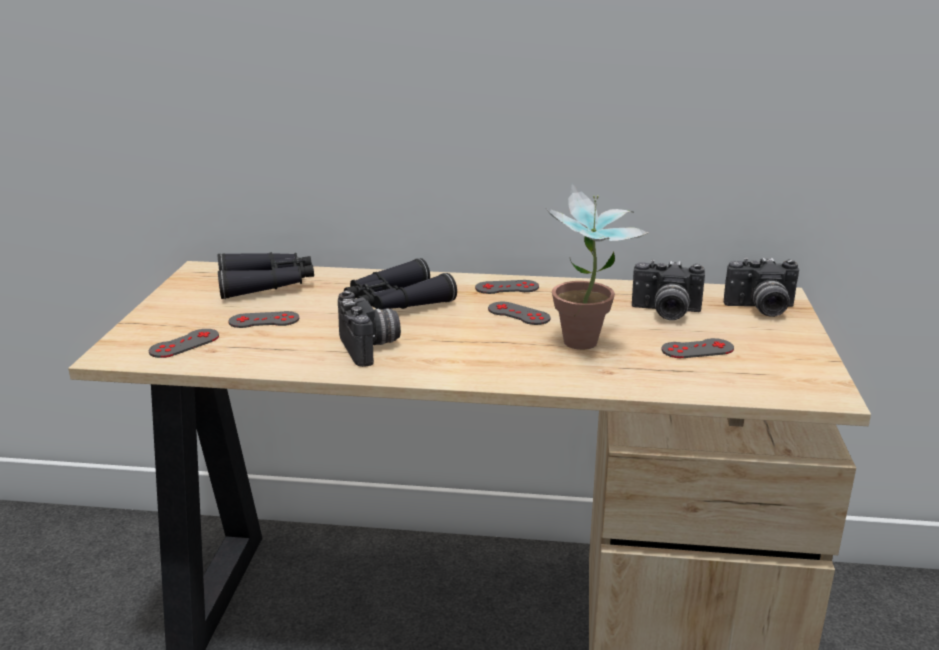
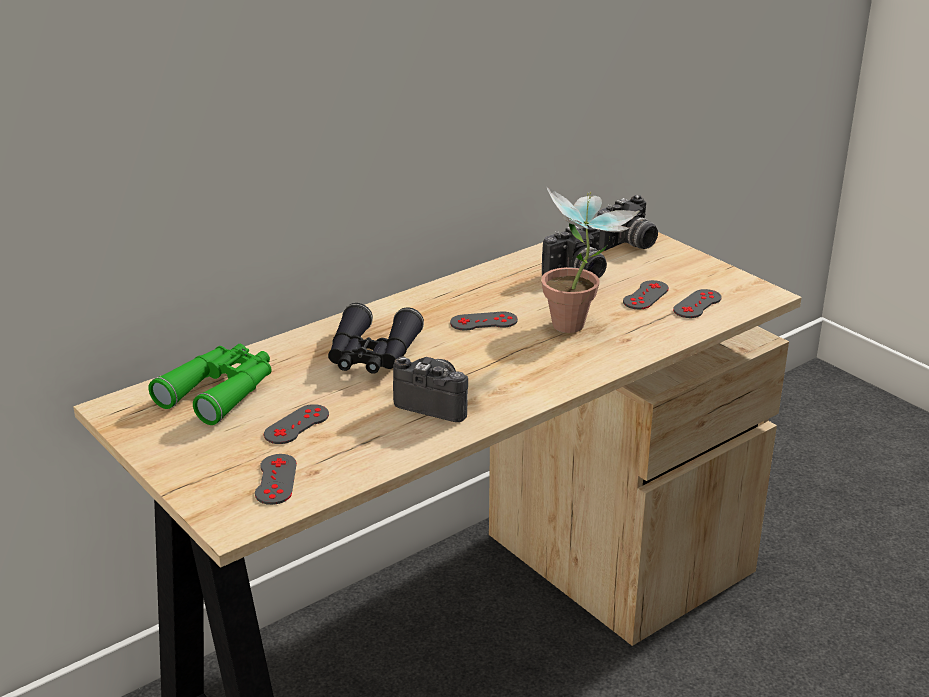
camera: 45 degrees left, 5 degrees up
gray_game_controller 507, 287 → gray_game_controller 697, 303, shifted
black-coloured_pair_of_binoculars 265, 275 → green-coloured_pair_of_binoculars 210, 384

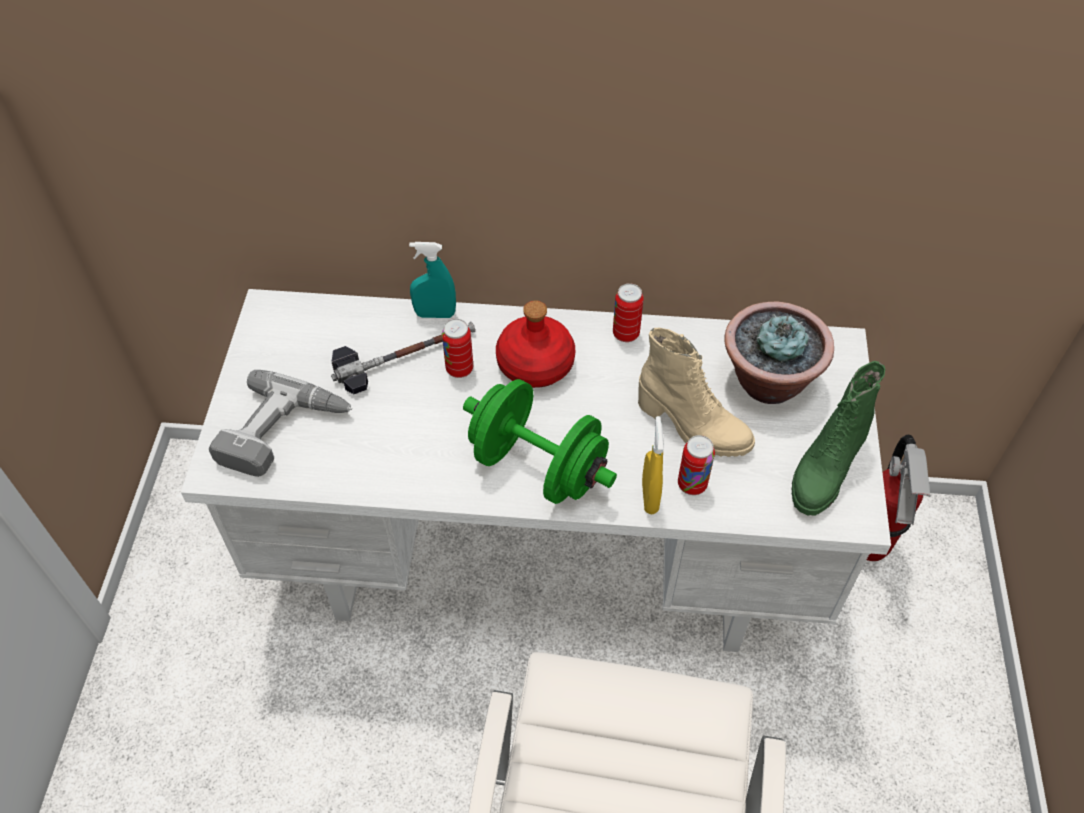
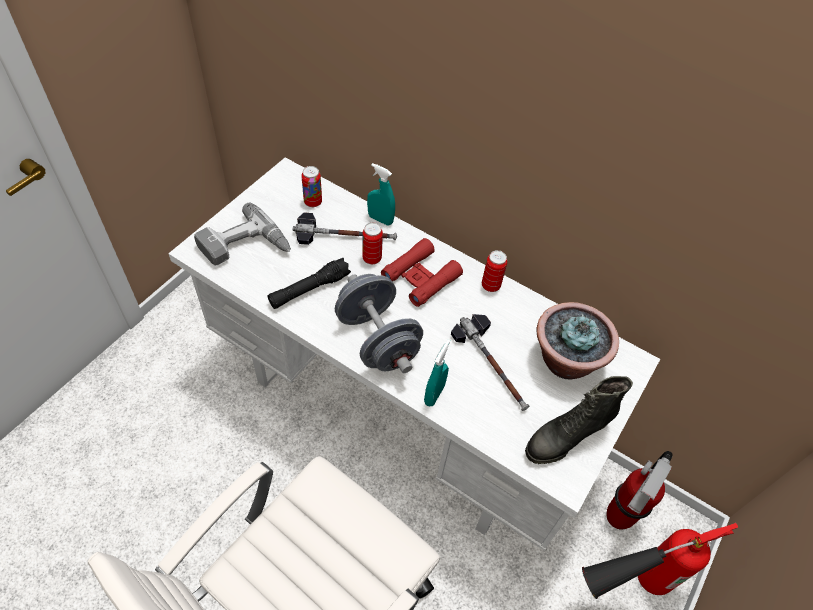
camera: 25 degrees right, 0 degrees up
- → black-coloured_flashlight 309, 283
- → extinguisher 660, 561
sealed_can 696, 465 → sealed_can 311, 186, shifted
red_bottle 535, 344 → red_pair_of_binoculars 422, 272
beige-coloured_high-top_boot 696, 392 → tool_hammer 490, 362
green-coloured_free_weight 540, 441 → gray_free_weight 379, 323
yellow_spray_bottle 653, 465 → turquoise_spray_bottle 437, 372
green-coloured_high-top_boot 838, 438 → black-coloured_high-top_boot 579, 420

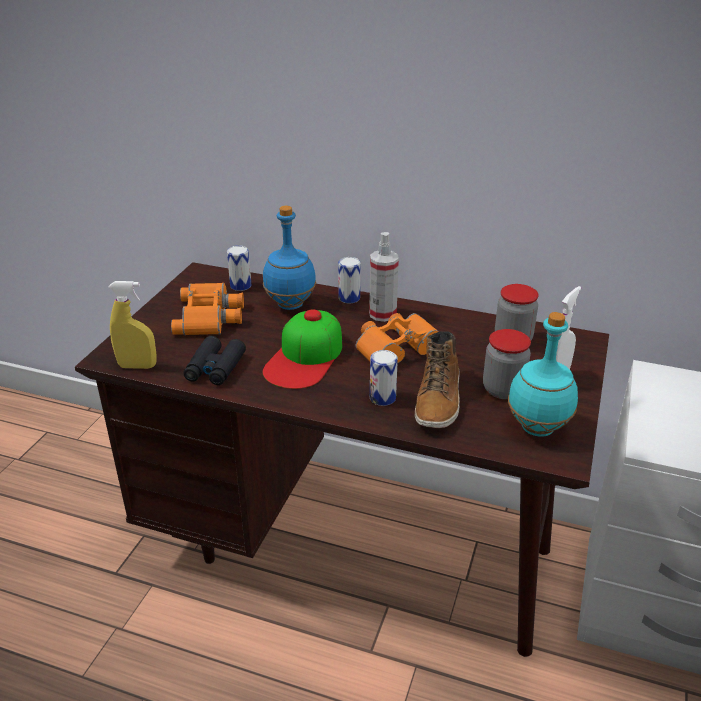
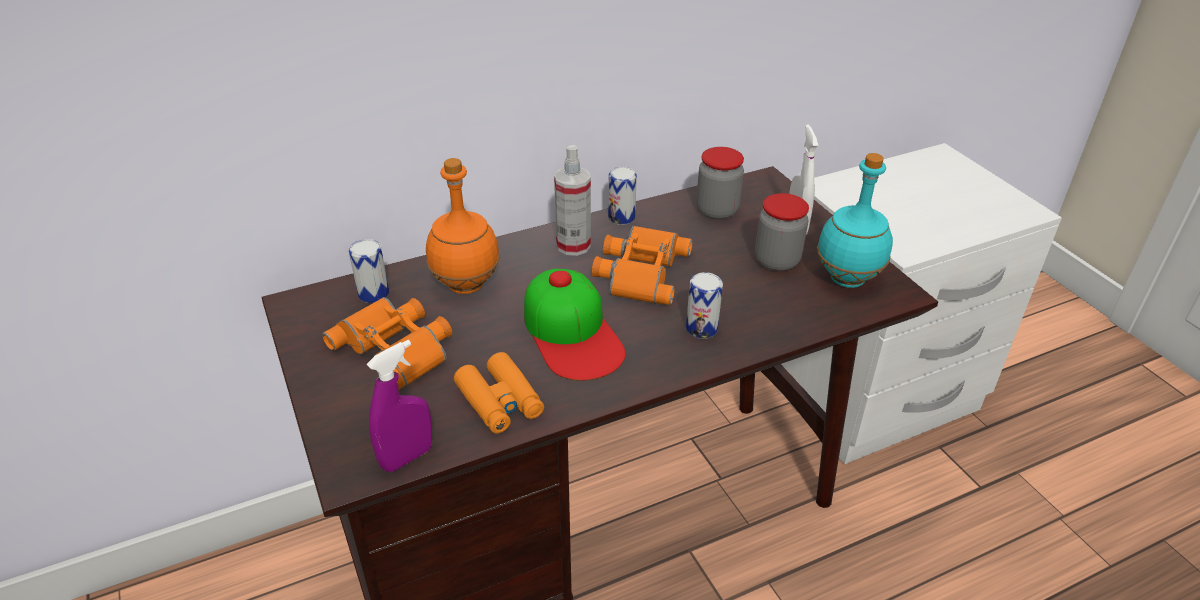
camera: 45 degrees left, 5 degrees up
high-top_boot 437, 379 → -
sealed_can 349, 280 → sealed_can 622, 196, shifted
yellow_spray_bottle 132, 325 → purple-coloured_spray_bottle 399, 406
black-coloured_pair_of_binoculars 214, 360 → orangey_pair_of_binoculars 499, 393
blue-coloured_bottle 289, 258 → orangey_bottle 463, 226

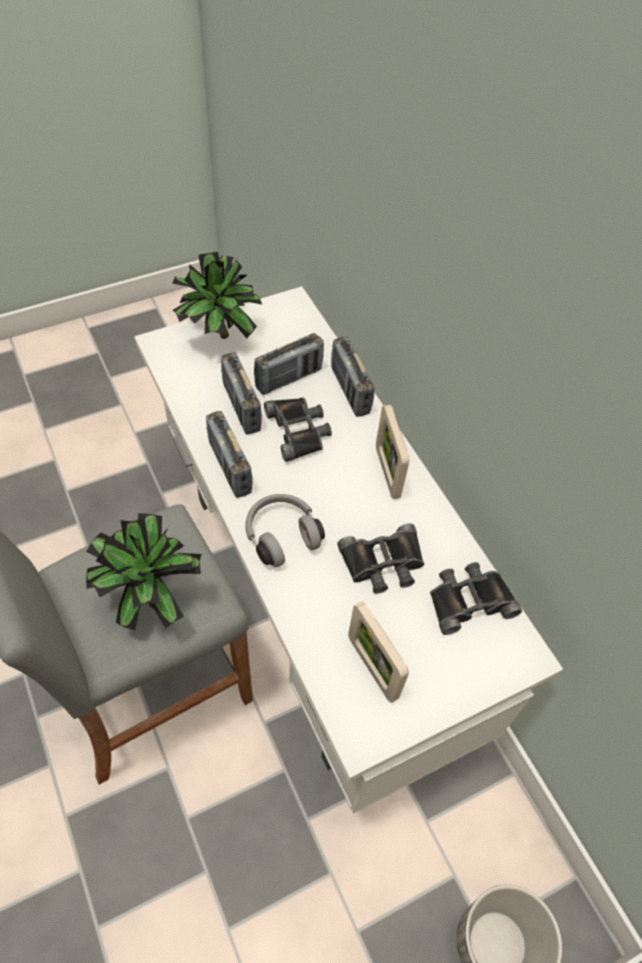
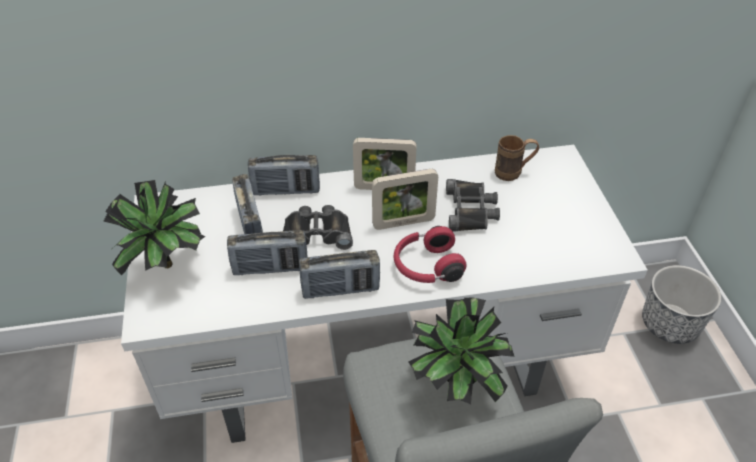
camera: 70 degrees left, 10 degrees down
photo_frame 378, 652 → photo_frame 405, 199, shifted
black-coloured_pair_of_binoculars 476, 598 → brown_mug 517, 158
gray_pair_of_headphones 285, 530 → red_pair_of_headphones 430, 254

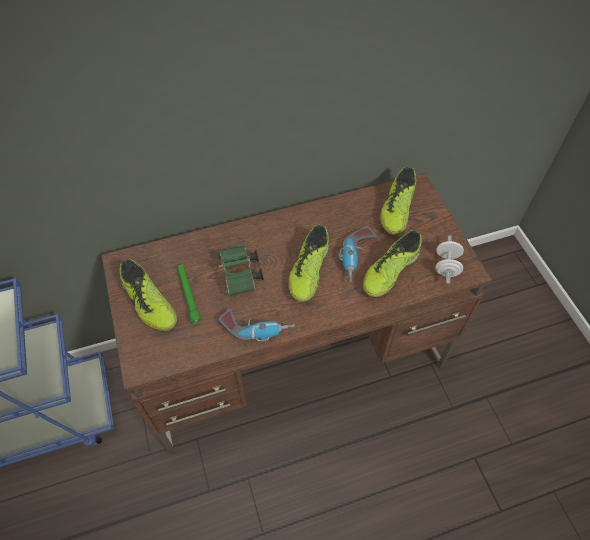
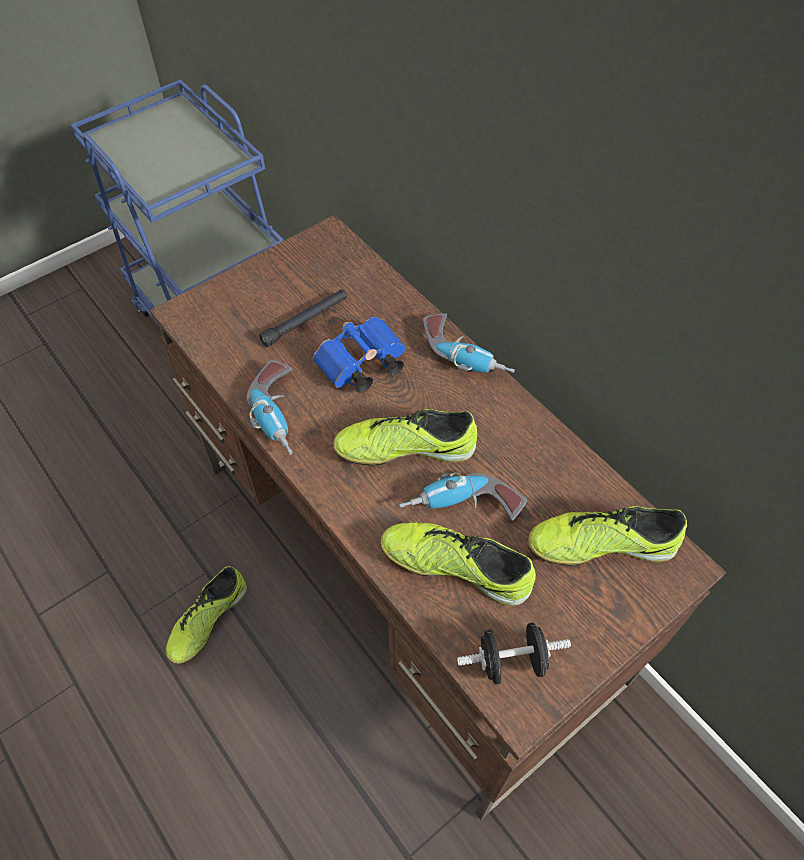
camera: 70 degrees right, 0 degrees up
- → power_drill 469, 343
shoe 148, 295 → shoe 206, 615, shifted
green-coloured_flashlight 189, 294 → black-coloured_flashlight 303, 318
green-coloured_pair_of_binoculars 241, 271 → blue-coloured_pair_of_binoculars 359, 355
white-coloured_free_weight 449, 259 → black-coloured_free_weight 514, 653

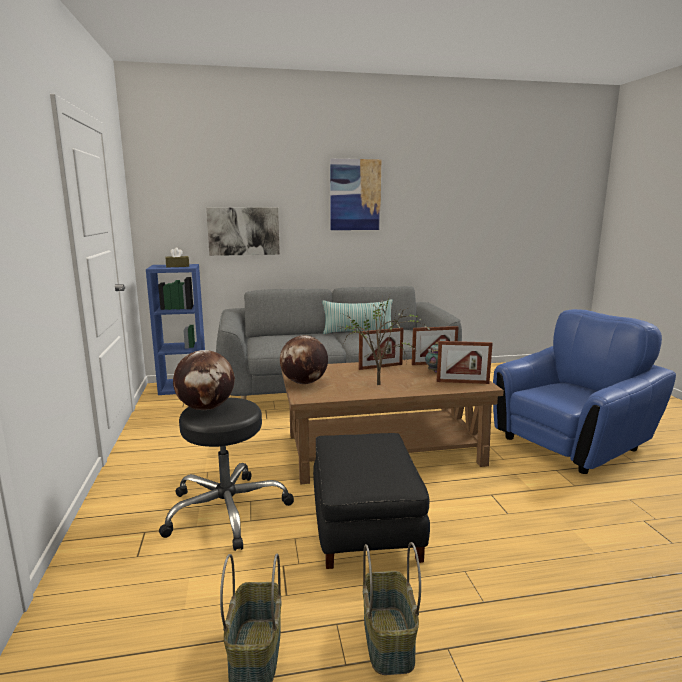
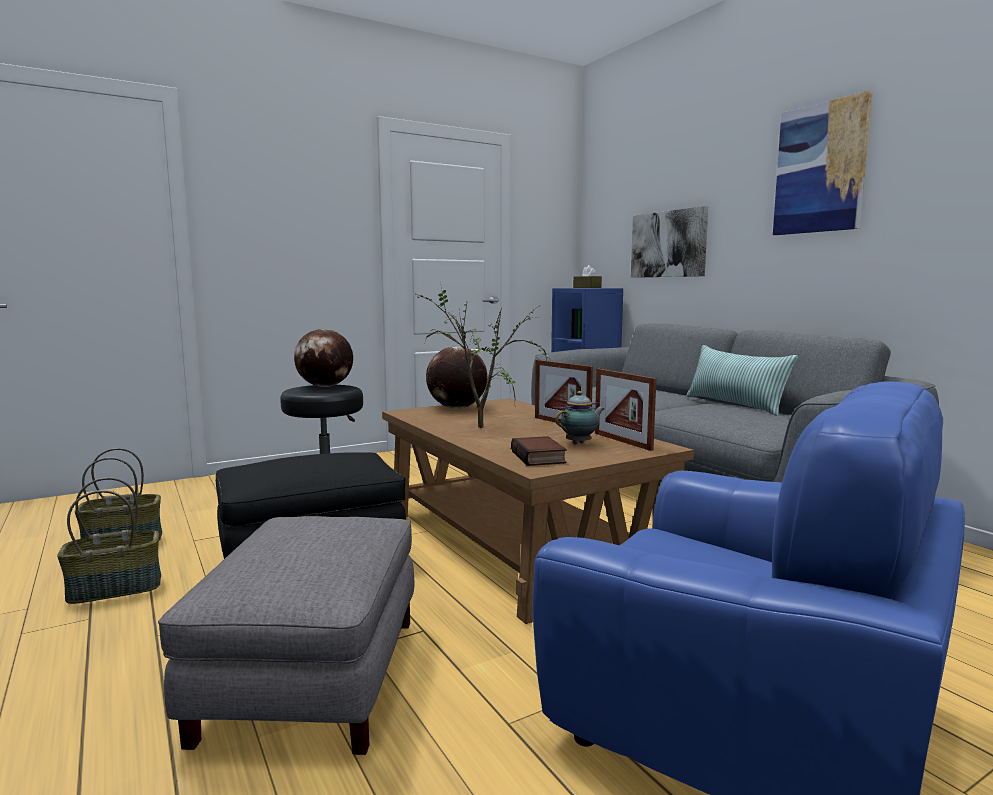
camera: 70 degrees right, 5 degrees down
- → gray_ottoman 286, 635
photo_frame 465, 362 → volume 539, 451

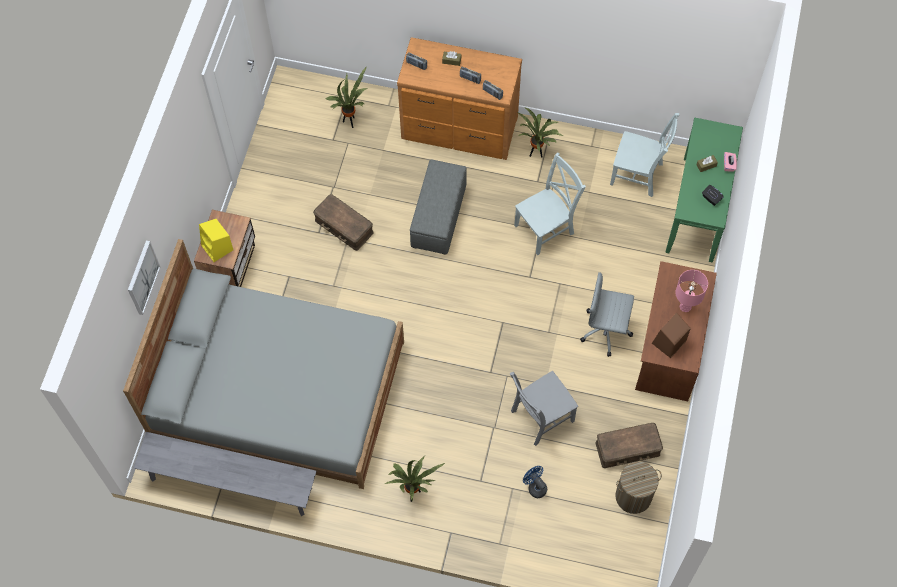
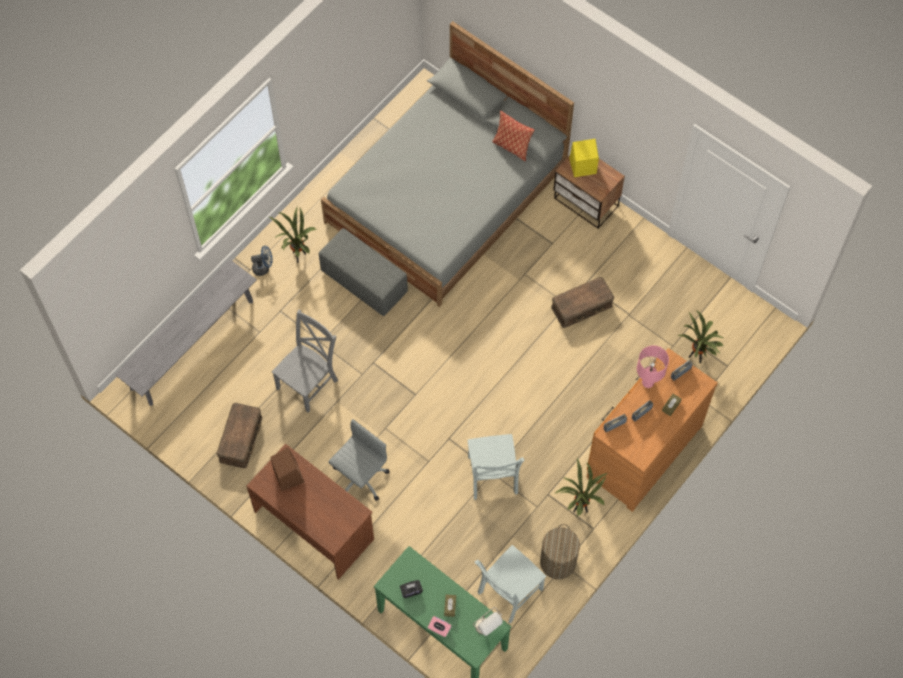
camera: 115 degrees right, 0 degrees up
wall_picture 144, 277 → -
- → gray_table_lamp 488, 621
- → cushion 513, 136
gray_bench 225, 474 → gray_bench 186, 332, shifted
gray_ottoman 438, 207 → gray_ottoman 363, 272, shifted
blue-coloured_electric_fan 535, 482 → blue-coloured_electric_fan 262, 261, shifted
washing_basket 638, 487 → washing_basket 560, 551, shifted
pink-coloured_table_lamp 691, 291 → pink-coloured_table_lamp 653, 366, shifted
gray_upright_chair 544, 408 → gray_upright_chair 305, 361, 45 degrees clockwise

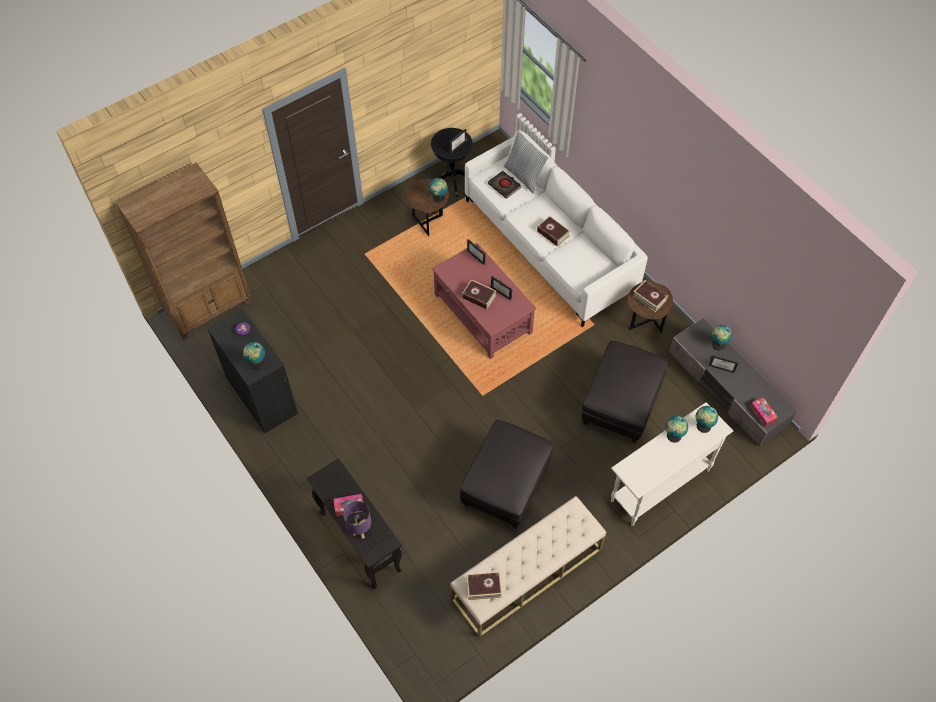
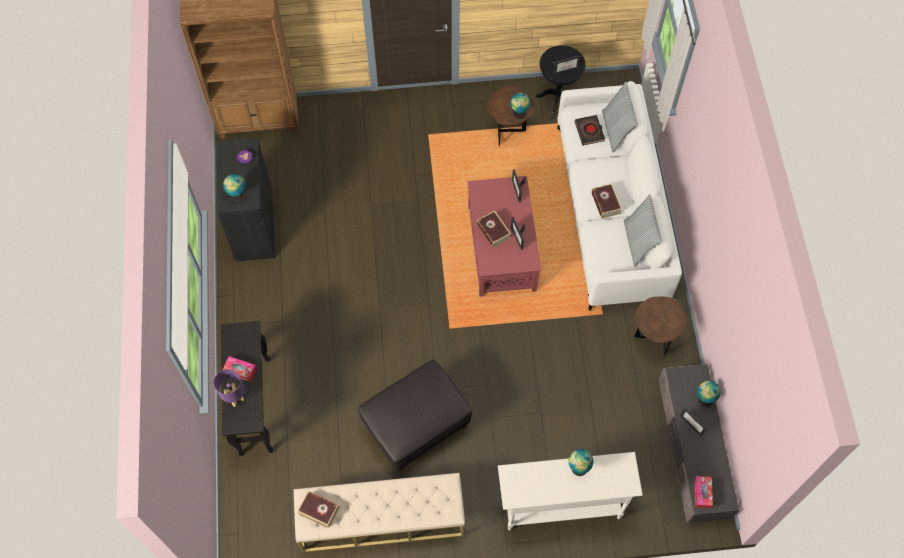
camera: 30 degrees right, 5 degrees up
black-coloured_ottoman 625, 392 → -
volume 650, 296 → -
desk_globe 707, 419 → -
- → cushion 643, 230

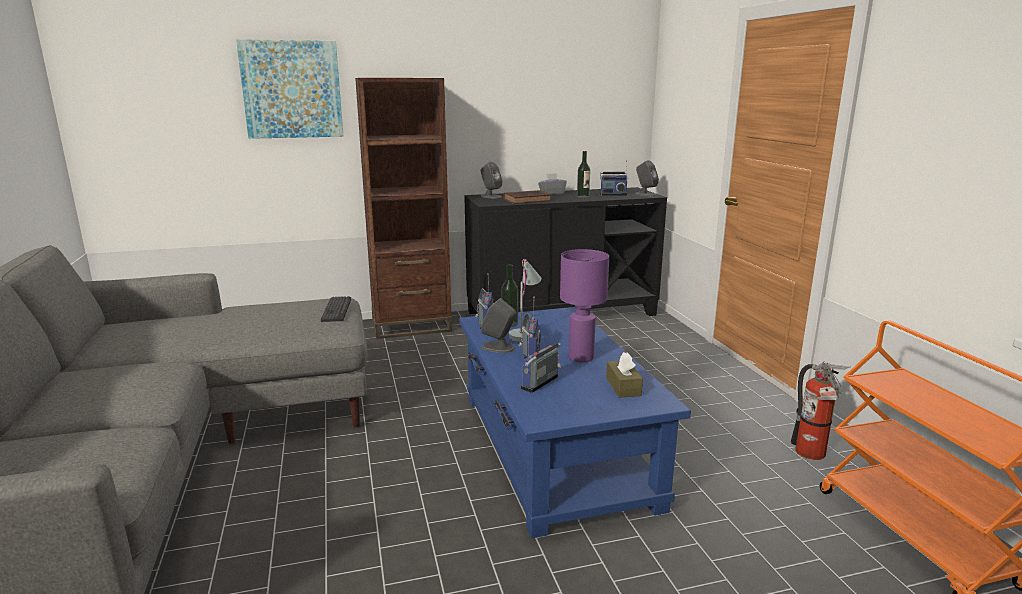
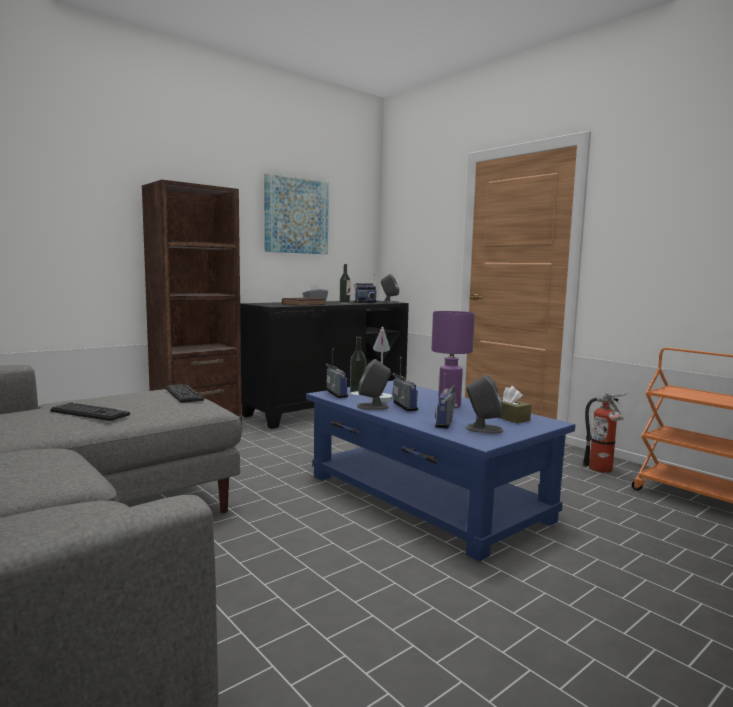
camera: 25 degrees left, 10 degrees down
- → PC_keyboard 90, 412
wall_picture 289, 89 → wall_picture 296, 213, shifted
gray_loudspeaker 492, 180 → gray_loudspeaker 484, 404, shifted

